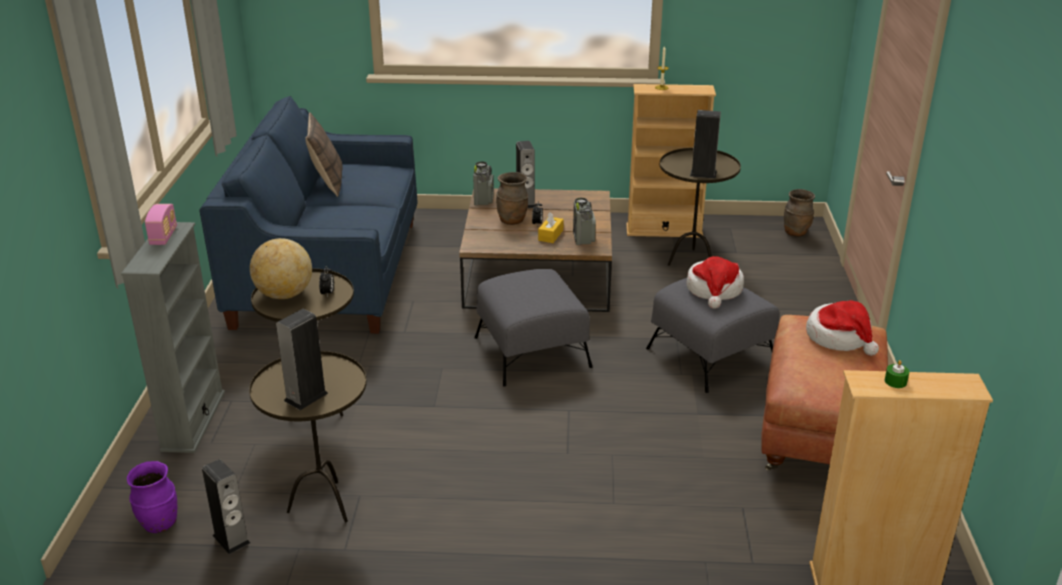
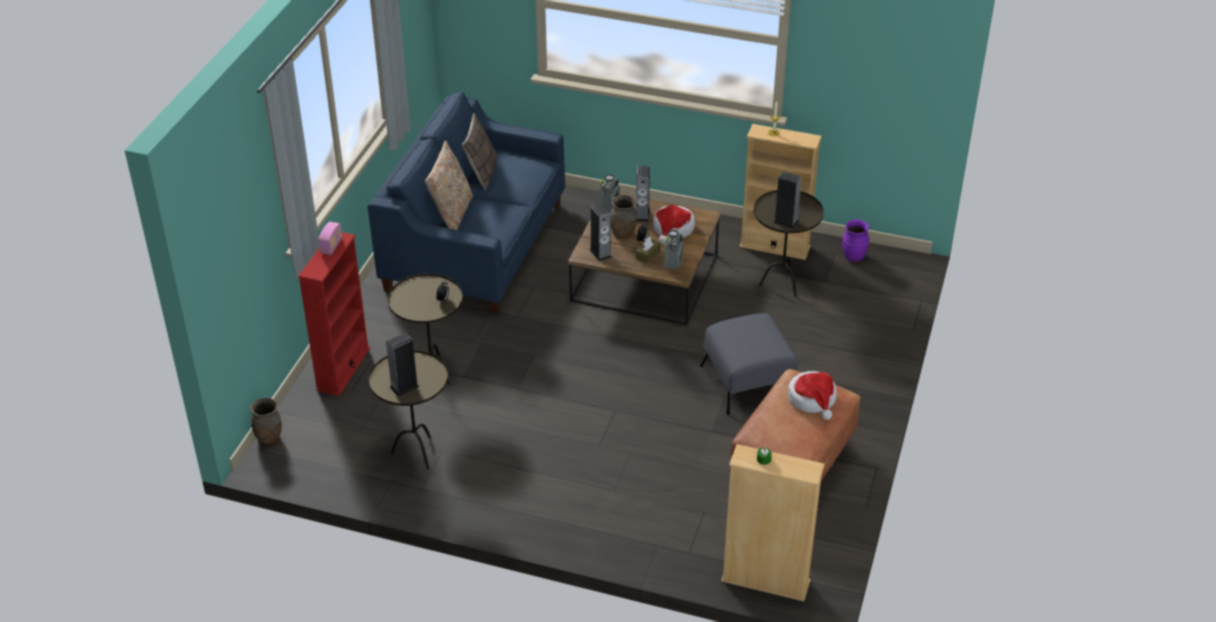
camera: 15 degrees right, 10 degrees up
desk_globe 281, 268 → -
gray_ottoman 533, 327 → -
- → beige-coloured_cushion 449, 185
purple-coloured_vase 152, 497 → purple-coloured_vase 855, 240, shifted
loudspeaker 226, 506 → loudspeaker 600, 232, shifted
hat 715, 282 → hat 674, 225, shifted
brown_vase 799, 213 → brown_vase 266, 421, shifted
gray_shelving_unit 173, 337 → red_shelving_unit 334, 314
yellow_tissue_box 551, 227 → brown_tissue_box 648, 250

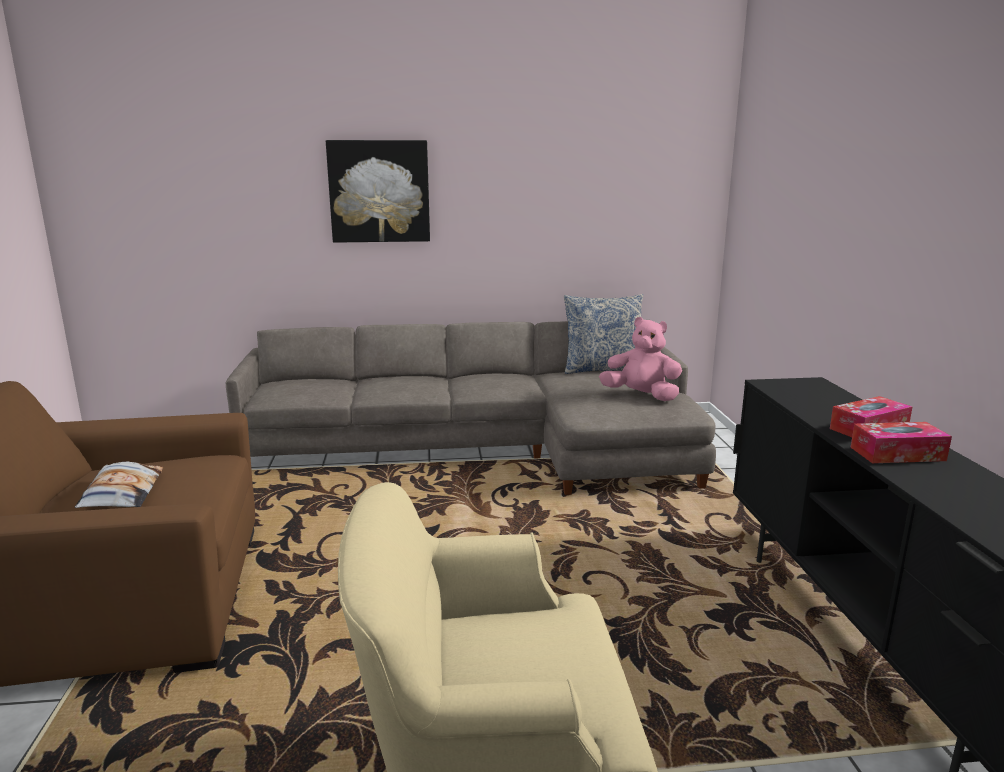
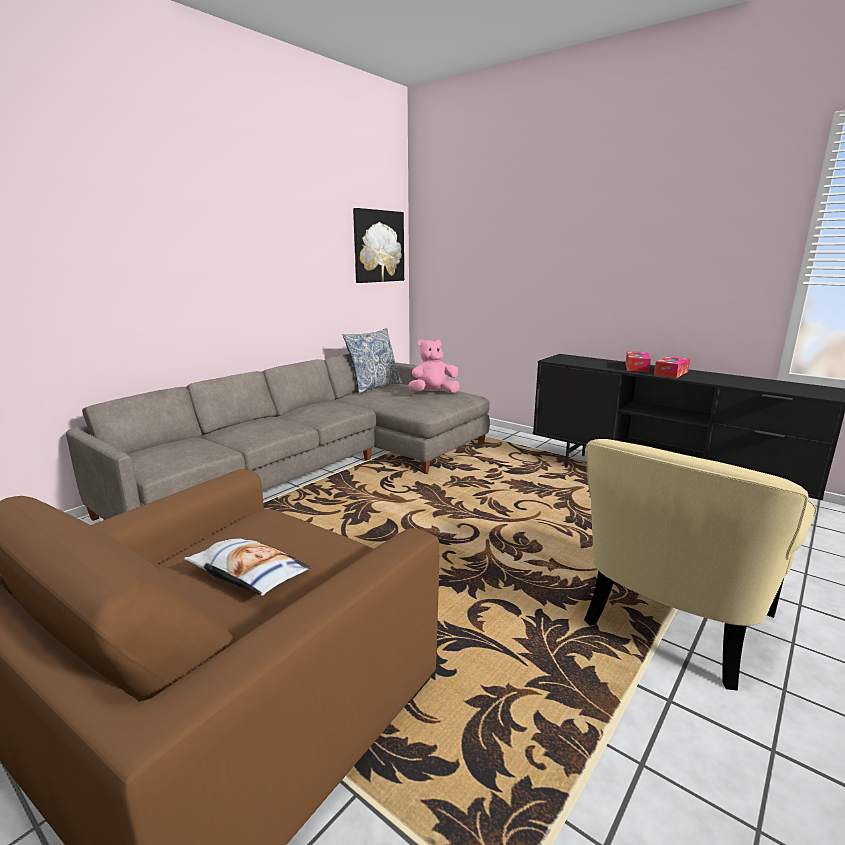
camera: 45 degrees left, 0 degrees up
wall_picture 378, 191 → wall_picture 378, 245, shifted

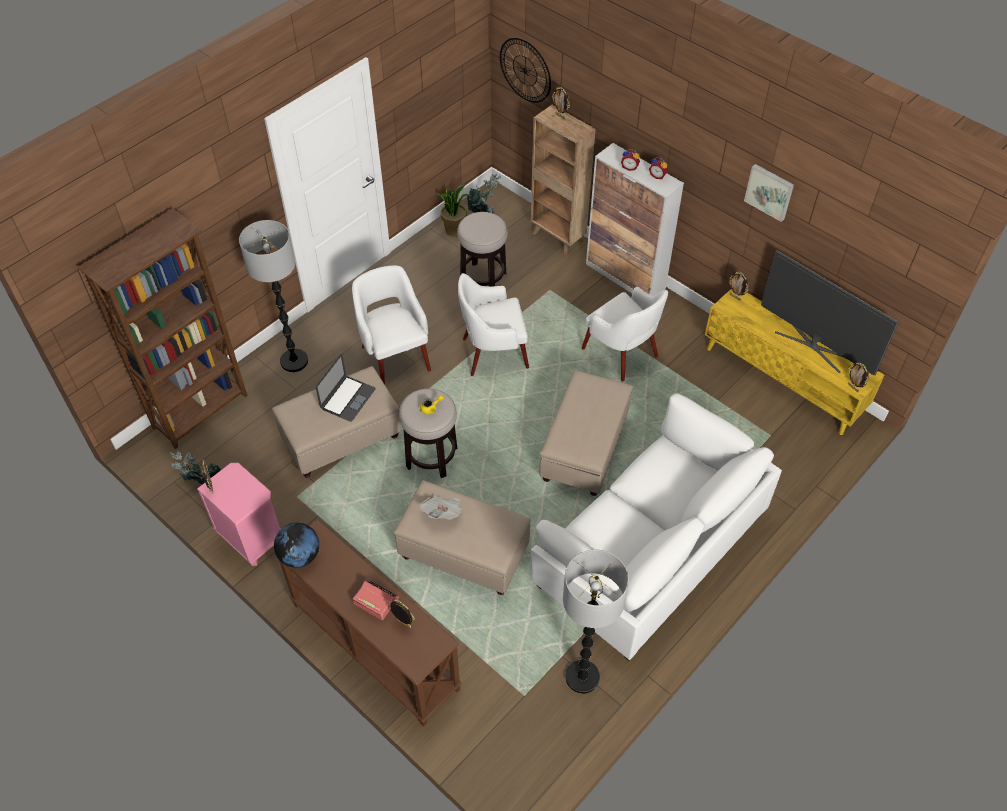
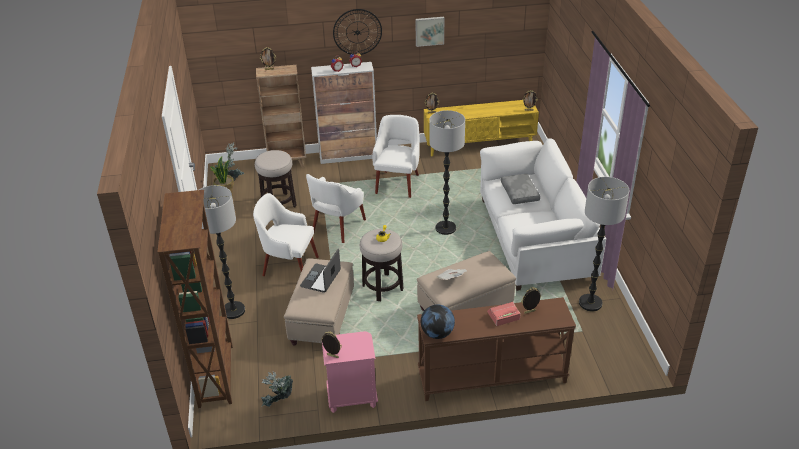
camera: 50 degrees left, 15 degrees down
TV 830, 313 → -
- → gray_cushion 520, 189
clock_on_the_wall 525, 70 → clock_on_the_wall 357, 32, shifted
beige-coloured_ottoman 586, 433 → standard_lamp 447, 172
laptop 346, 388 → laptop 320, 271, 135 degrees counterclockwise
white-coloured_armchair 625, 334 → white-coloured_armchair 396, 156, 75 degrees counterclockwise

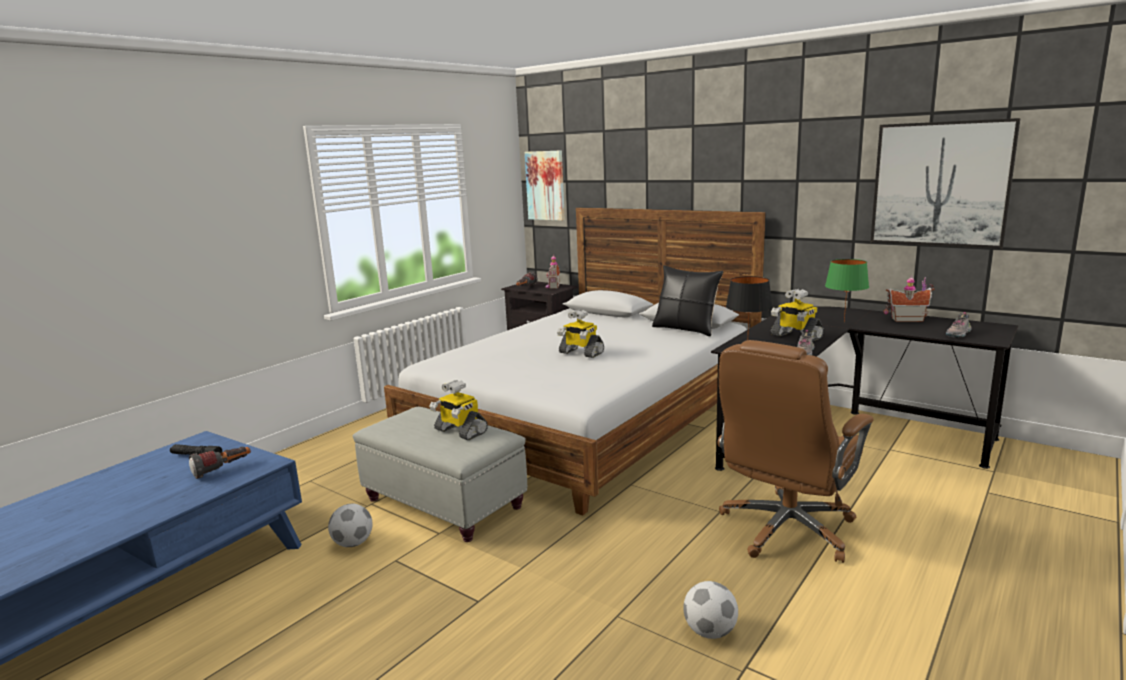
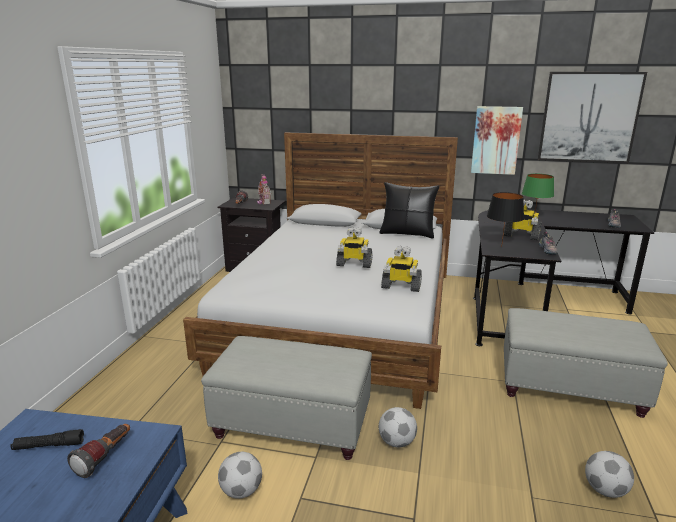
camera: 25 degrees left, 5 degrees up
toy_house 909, 298 → -
- → football 398, 427
model_robot 458, 410 → model_robot 401, 269, shifted
wall_picture 545, 185 → wall_picture 497, 140, shifted
brown_computer_chair 796, 451 → gray_ottoman 586, 363

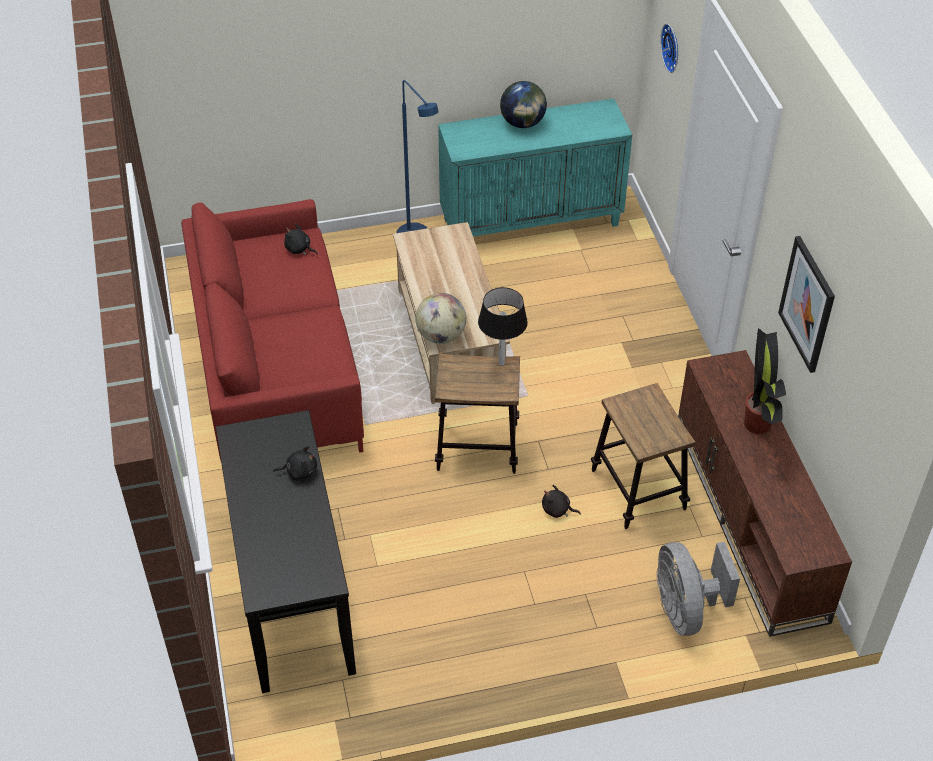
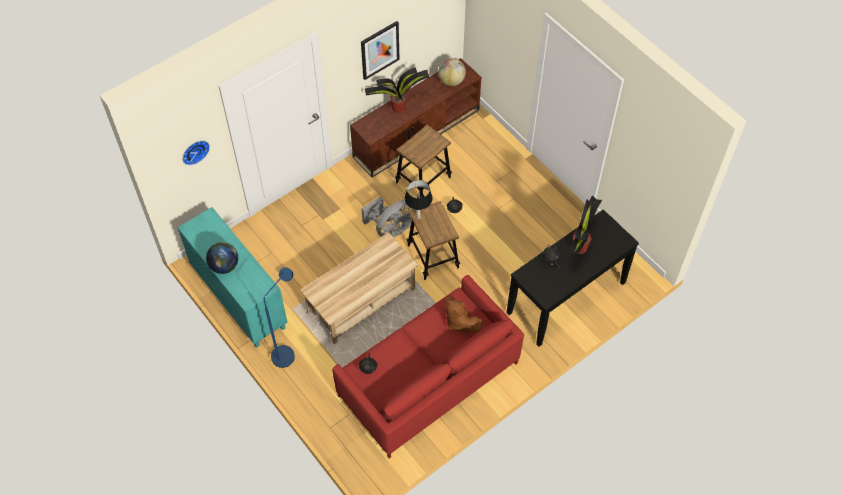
camera: 115 degrees left, 10 degrees up
- → brown_soft_toy 463, 314
- → plant_in_a_pot 585, 224
desk_globe 440, 318 → desk_globe 452, 72, shifted
gray_electric_fan 698, 589 → gray_electric_fan 387, 217, shifted

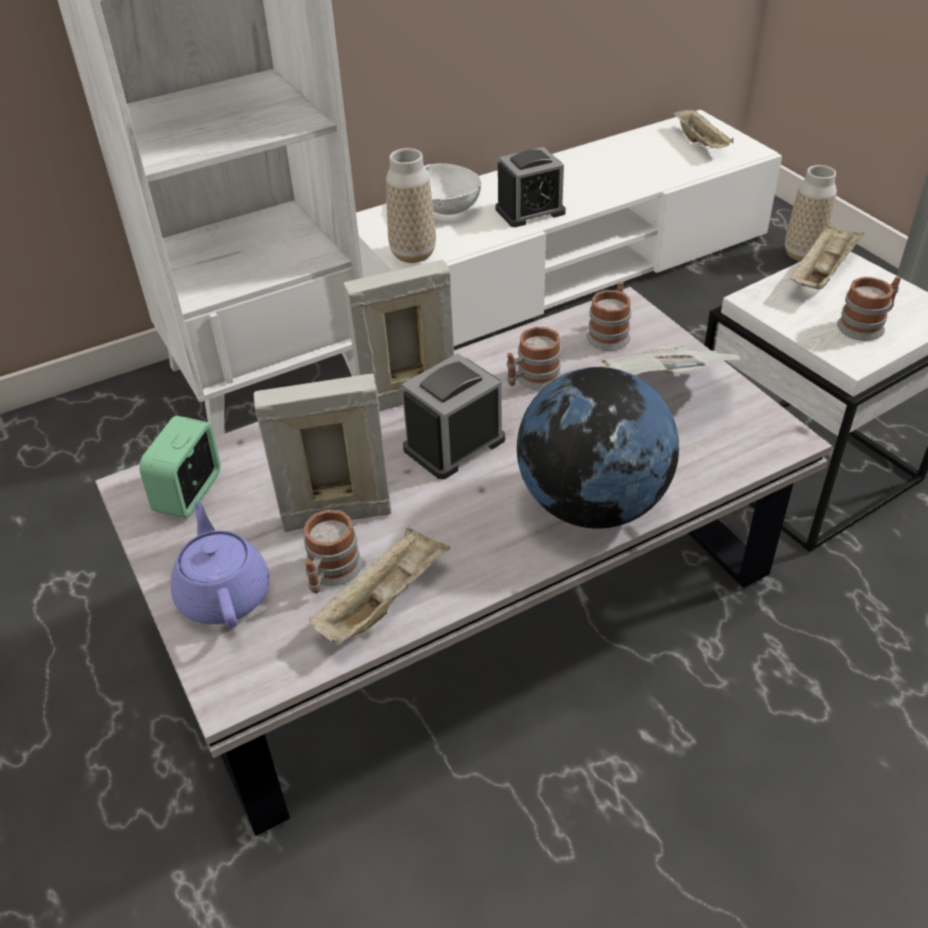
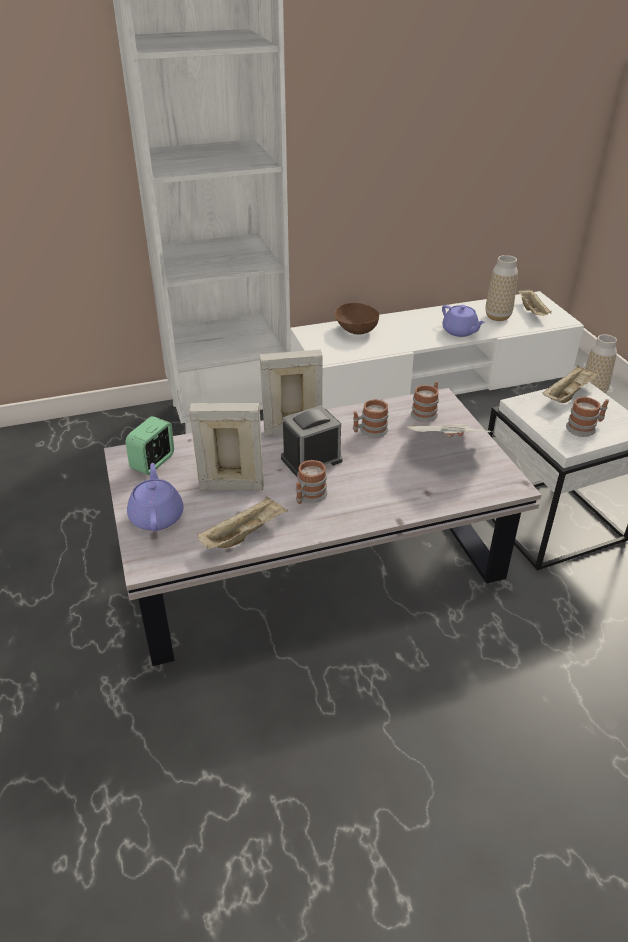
camera: 10 degrees right, 5 degrees down
alarm_clock 531, 187 → -
desk_globe 598, 448 → -
- → purple-coloured_teapot 463, 321
mug 333, 551 → mug 312, 482, shifted
vase 411, 205 → vase 502, 288, shifted
white-coloured_bowl 452, 189 → brown_bowl 356, 319

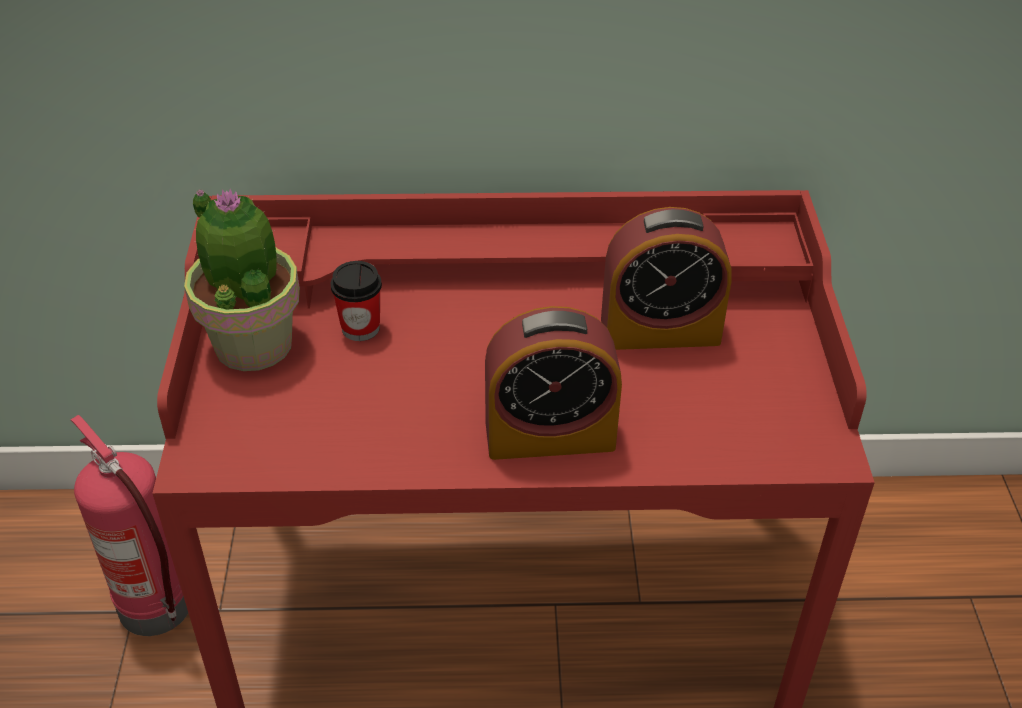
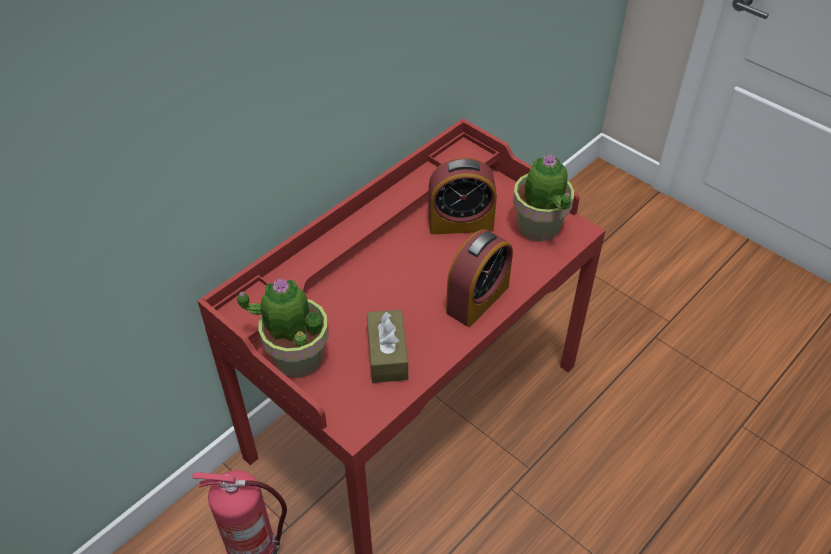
camera: 45 degrees left, 5 degrees up
cup 356, 301 → -
- → brown_tissue_box 387, 346
- → plant_in_a_pot 543, 198
alarm_clock 666, 278 → alarm_clock 462, 195, 45 degrees clockwise

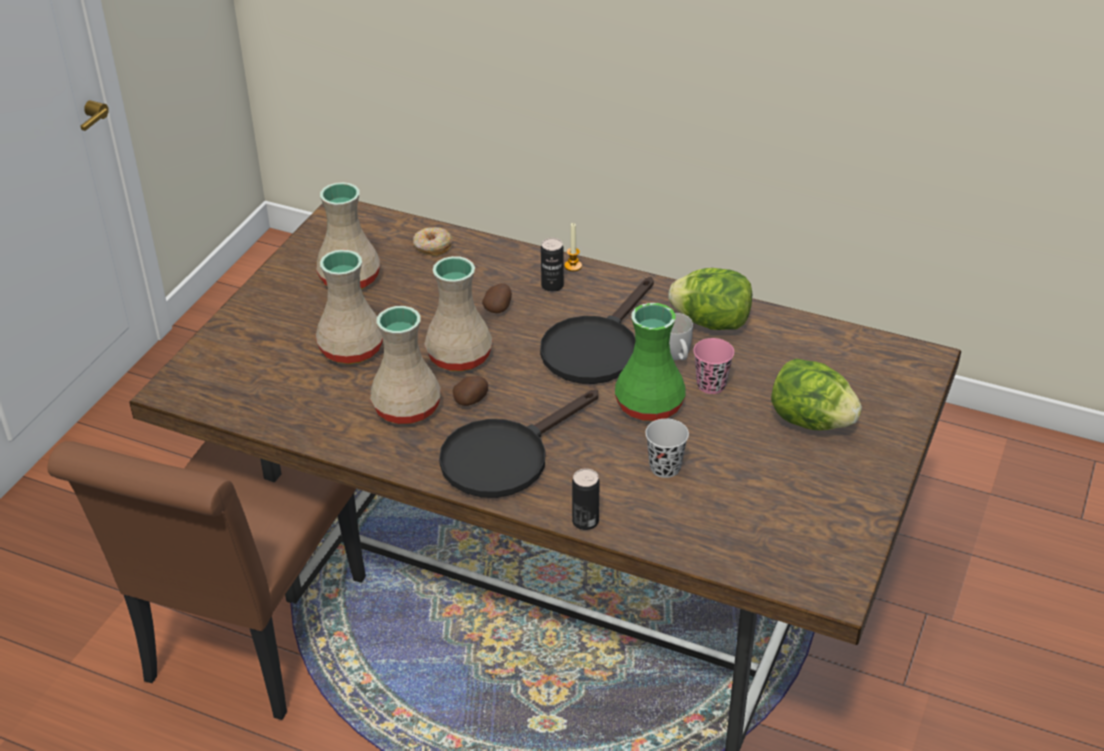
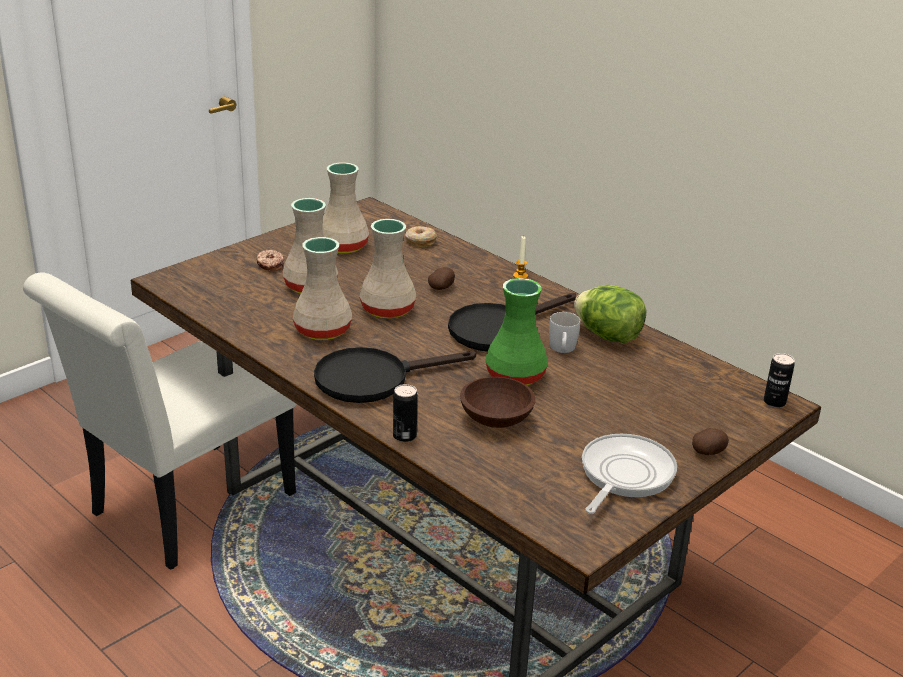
camera: 20 degrees right, 10 degrees down
pink-coloured_cup 713, 366 → -
head_of_lettuce 816, 394 → -
- → donut 270, 260
- → frying_pan 629, 474
potato 470, 391 → potato 710, 441, shifted
sealed_can 552, 265 → sealed_can 779, 380, shifted
black-coloured_cup 667, 448 → brown_bowl 498, 402
brown_upright_chair 207, 580 → white-coloured_upright_chair 160, 421

